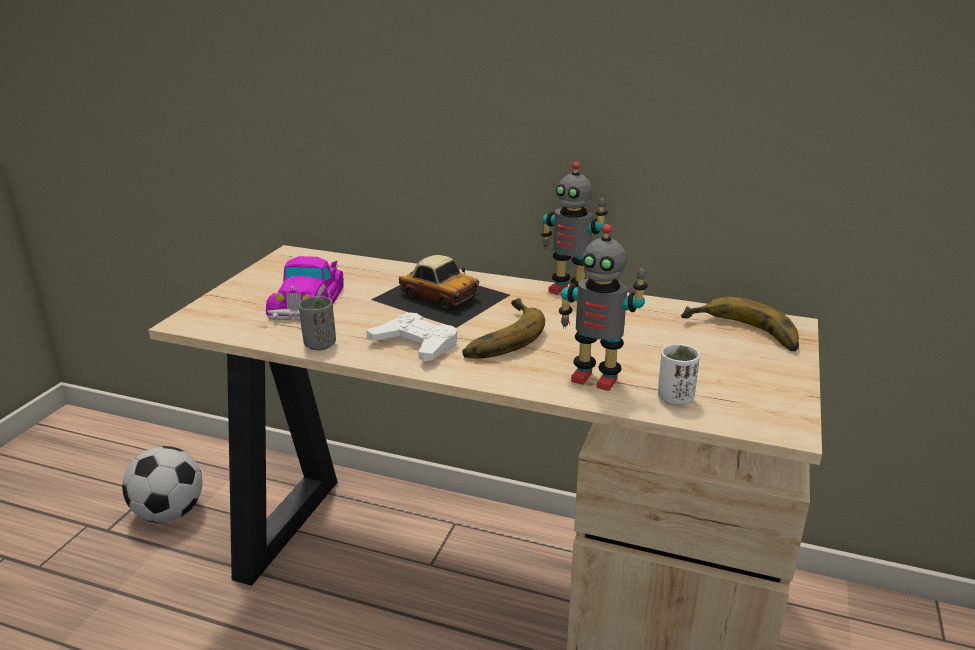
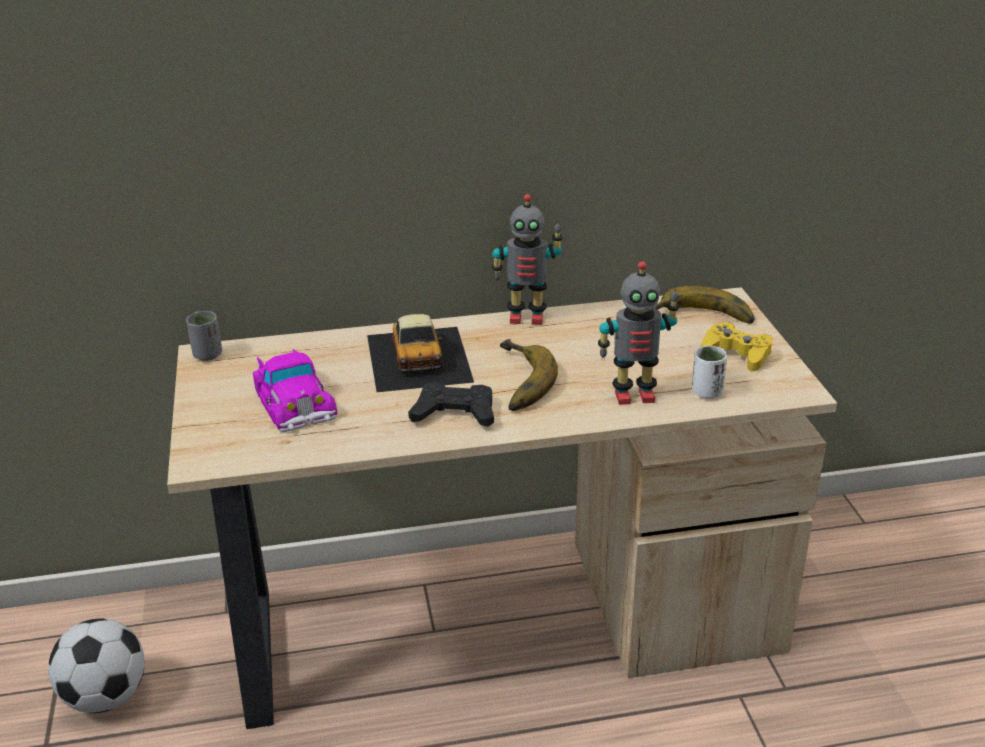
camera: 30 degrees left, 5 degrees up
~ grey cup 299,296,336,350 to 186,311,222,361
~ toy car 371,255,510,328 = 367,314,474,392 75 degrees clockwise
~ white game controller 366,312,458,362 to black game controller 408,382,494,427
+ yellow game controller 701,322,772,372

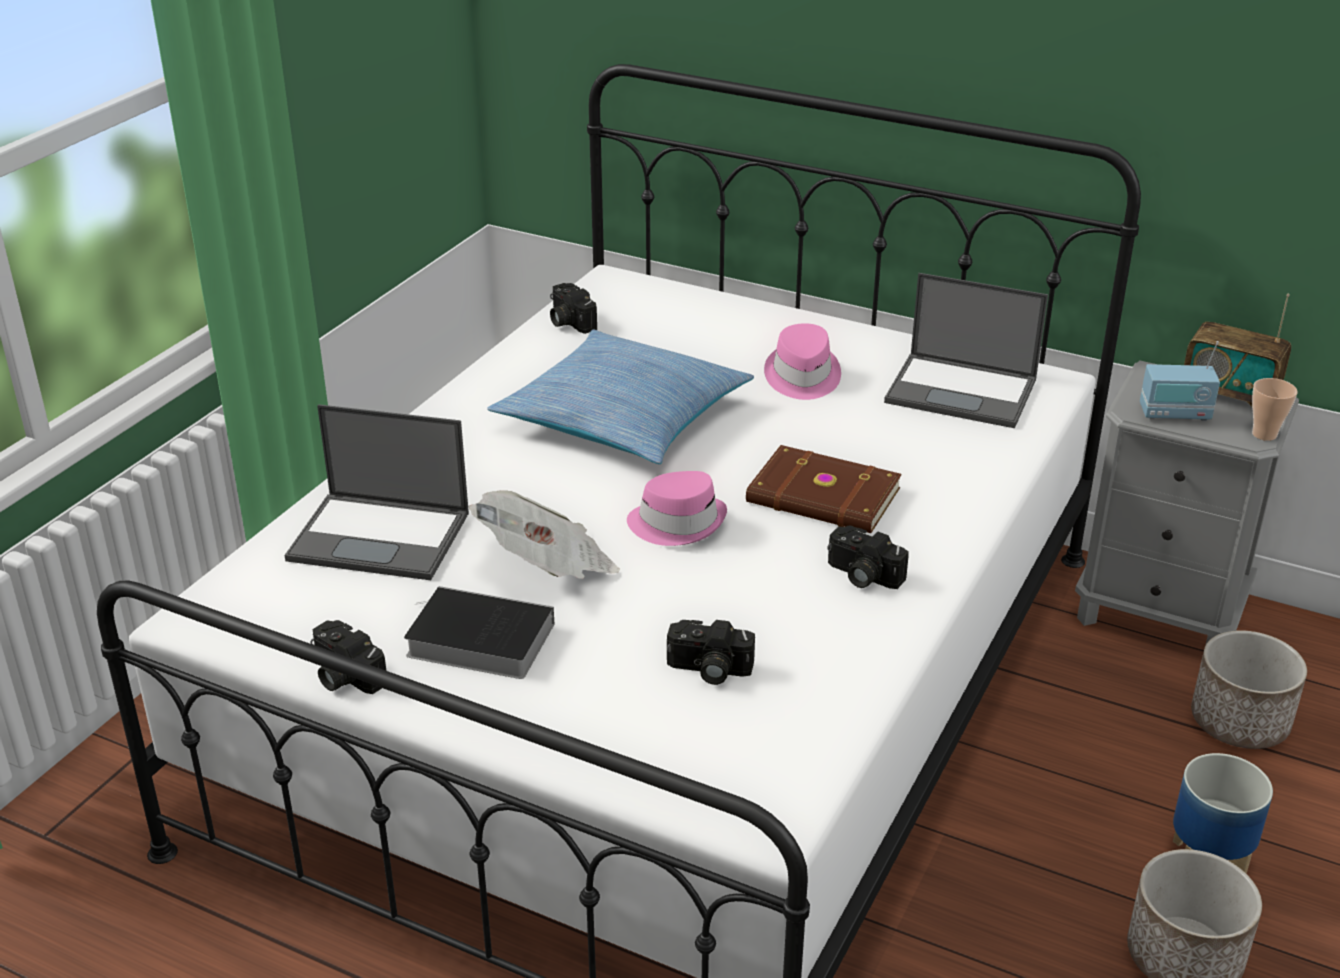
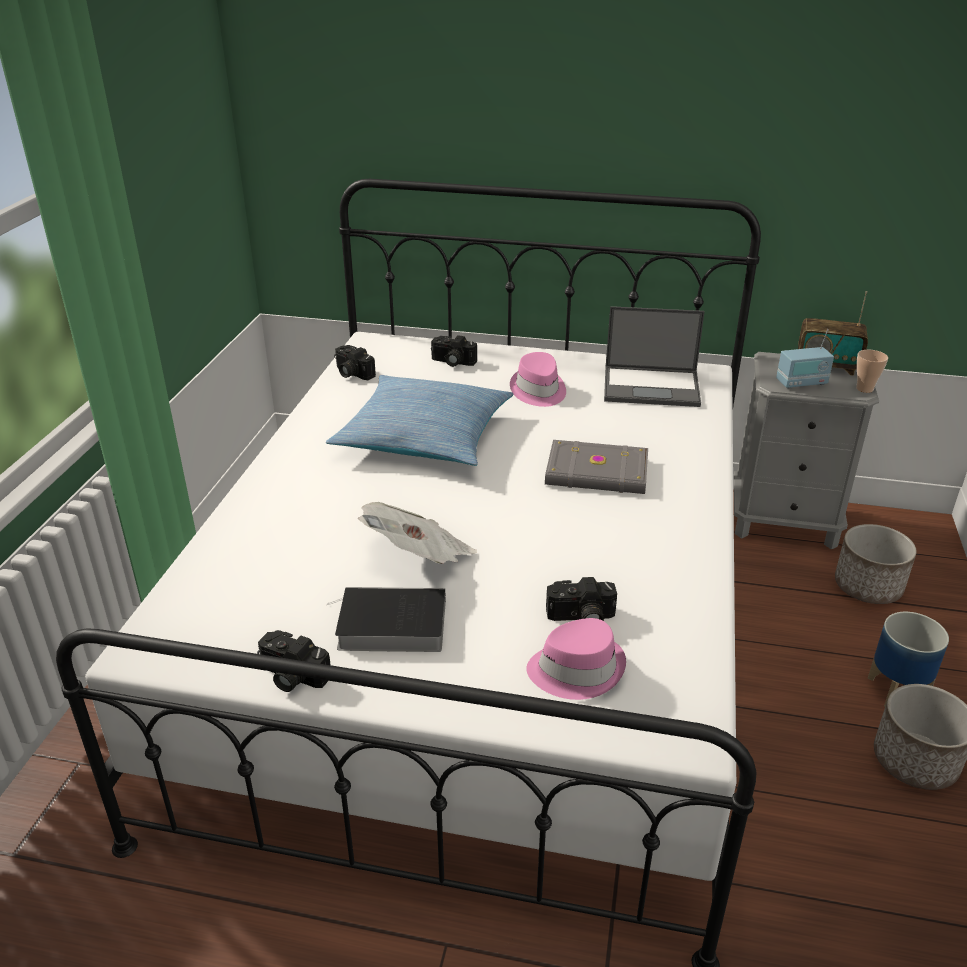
camera: 15 degrees left, 0 degrees up
~ photo camera 827,526,909,589 to 431,335,477,367
~ pink hat 627,471,727,546 to 526,618,626,700
~ brown book 746,445,901,533 to grey book 545,440,648,494
- laptop 285,404,469,580

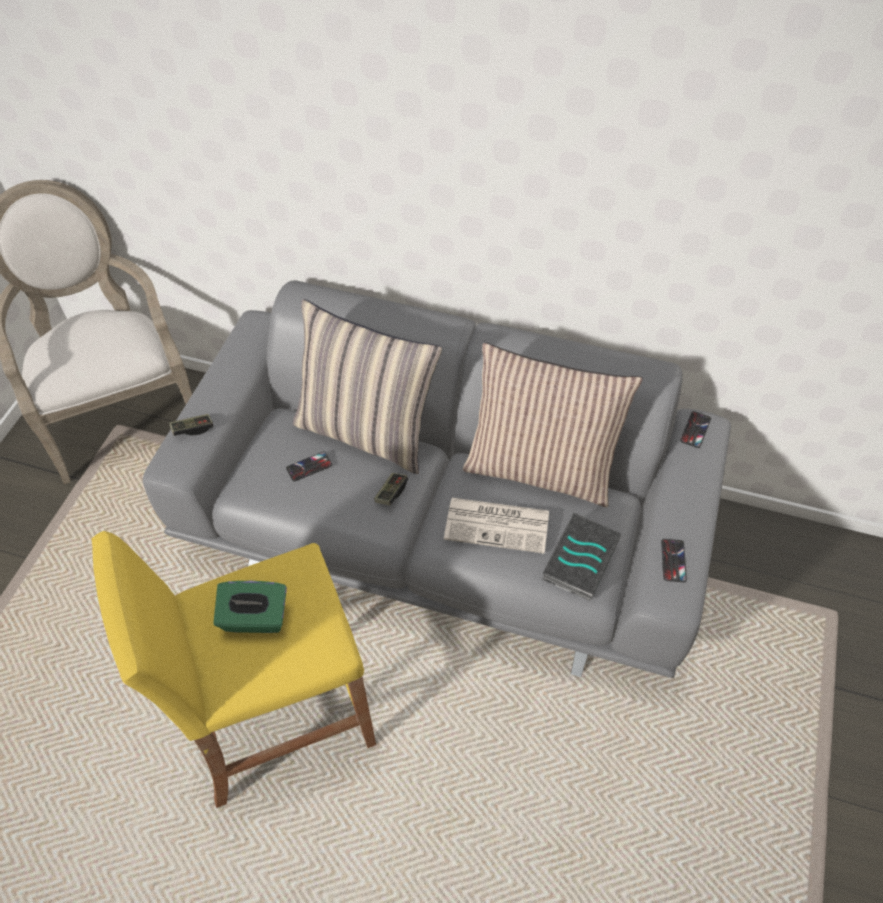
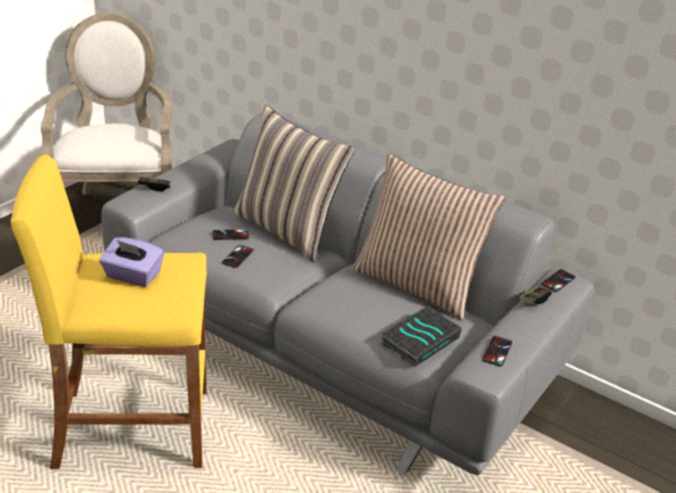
camera: 15 degrees right, 20 degrees down
~ green tissue box 213,581,287,633 to purple tissue box 99,237,164,287
+ phone 222,245,254,268
~ game controller 374,473,408,505 to 519,287,552,304
- newspaper 444,498,549,554

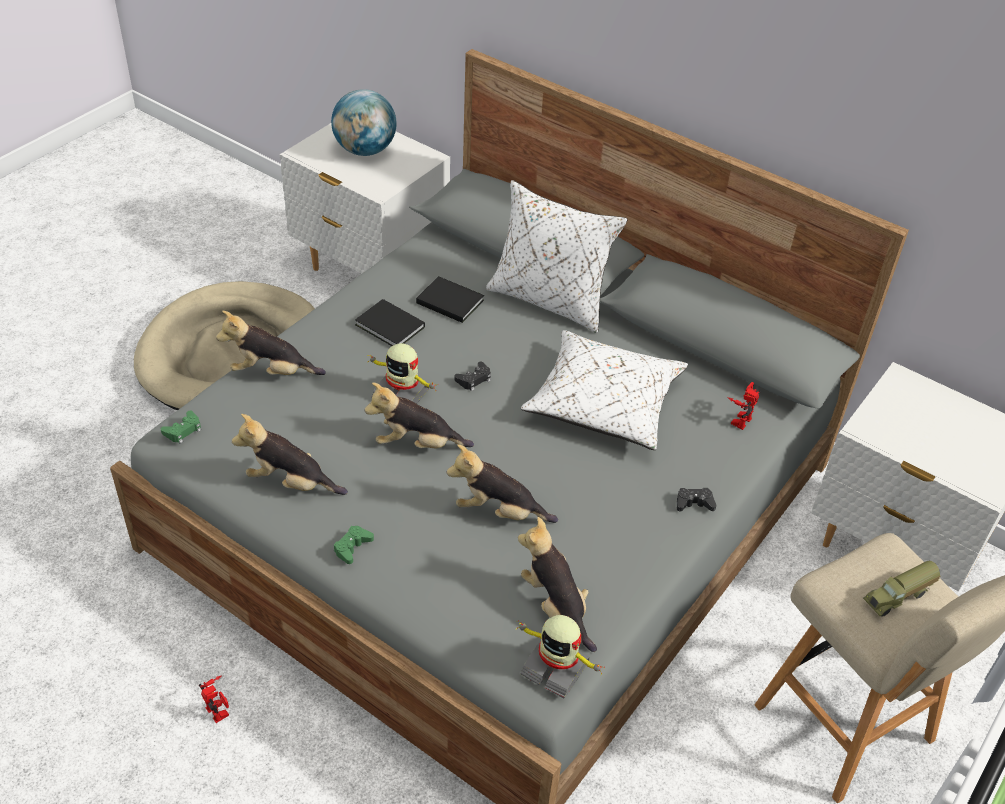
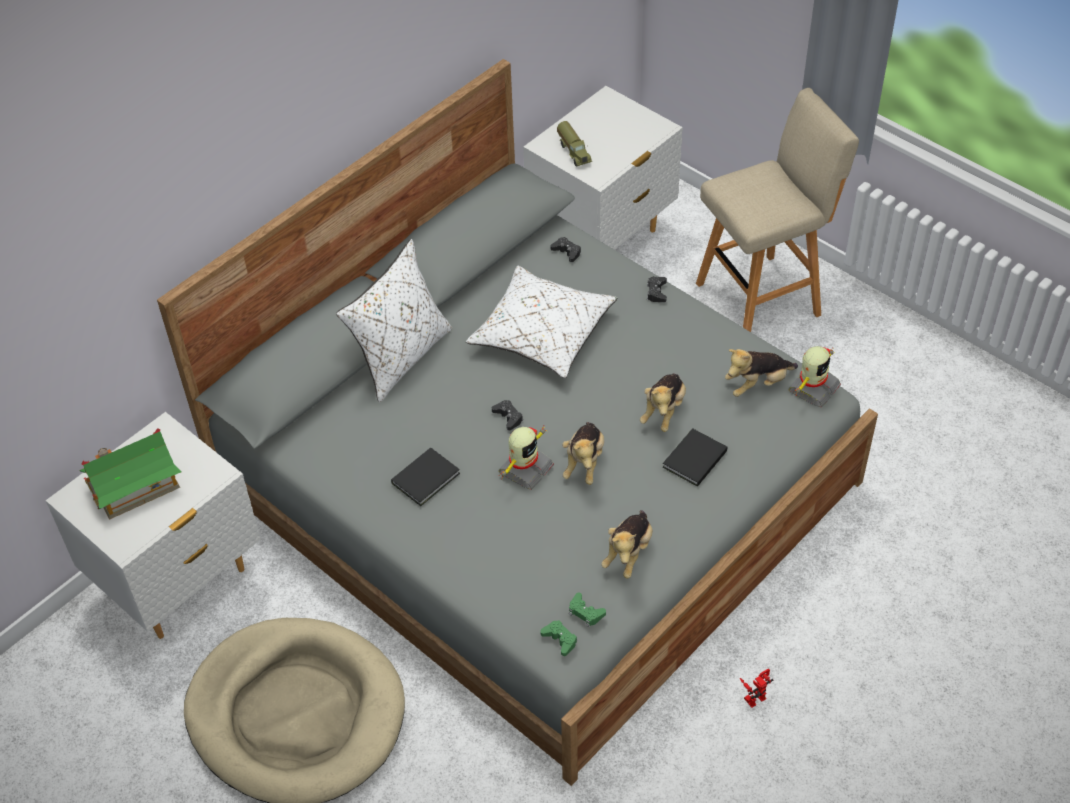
camera: 80 degrees left, 5 degrees up
~ globe 331,89,397,156 to toy house 79,428,181,520
~ toy robot 728,382,761,430 to black game controller 551,237,581,262
~ toy truck 863,561,941,617 to 557,121,592,167
~ green game controller 334,526,374,564 to 569,593,606,627
~ black book 416,276,484,323 to 663,428,727,487
- plush toy 216,311,326,375

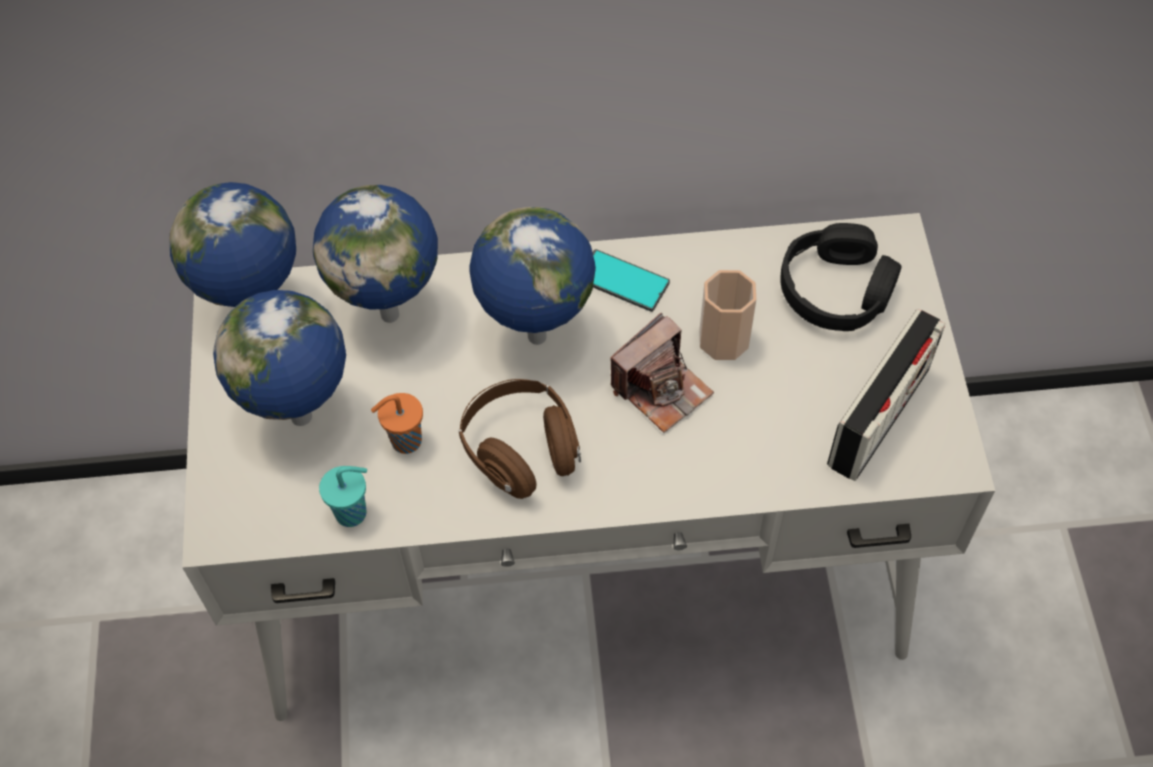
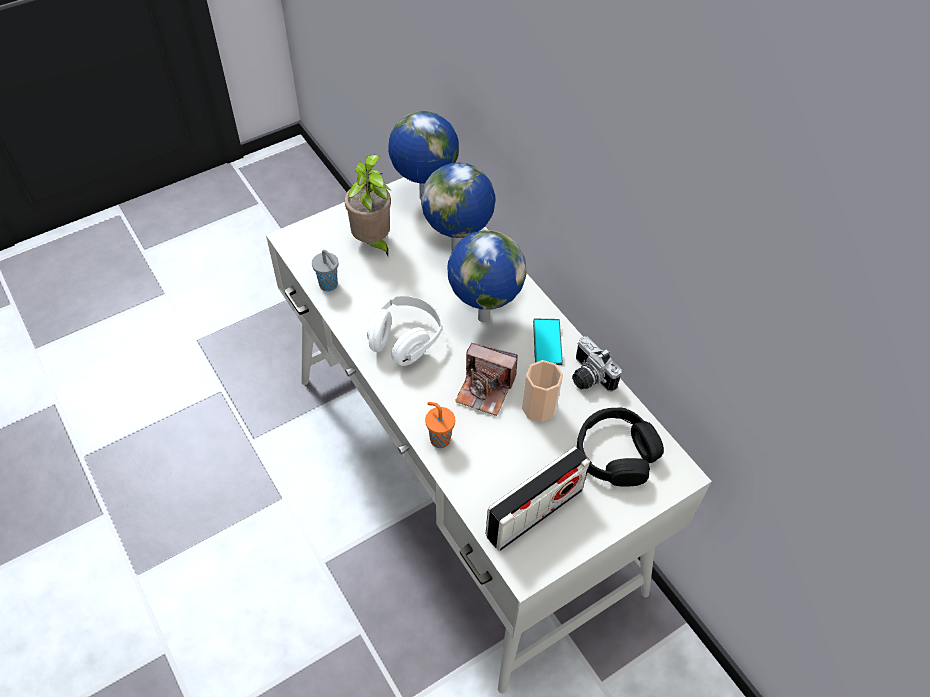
camera: 60 degrees right, 5 degrees down
~ turquoise cup 319,466,367,527 to grey cup 312,250,338,291
~ globe 213,290,346,426 to potted plant 344,155,391,256
~ brown headphones 459,379,581,499 to white headphones 367,296,442,366
~ orange cup 371,393,423,454 to 425,402,455,448
~ radio 827,309,945,481 = 486,447,590,551 45 degrees counterclockwise
+ photo camera 572,336,622,391

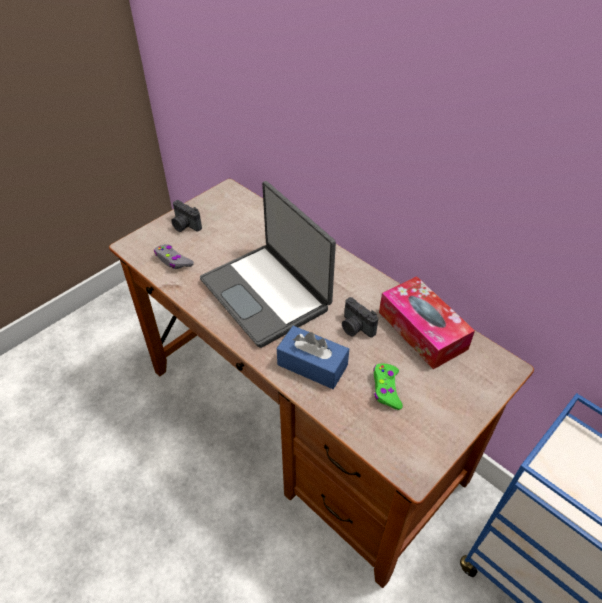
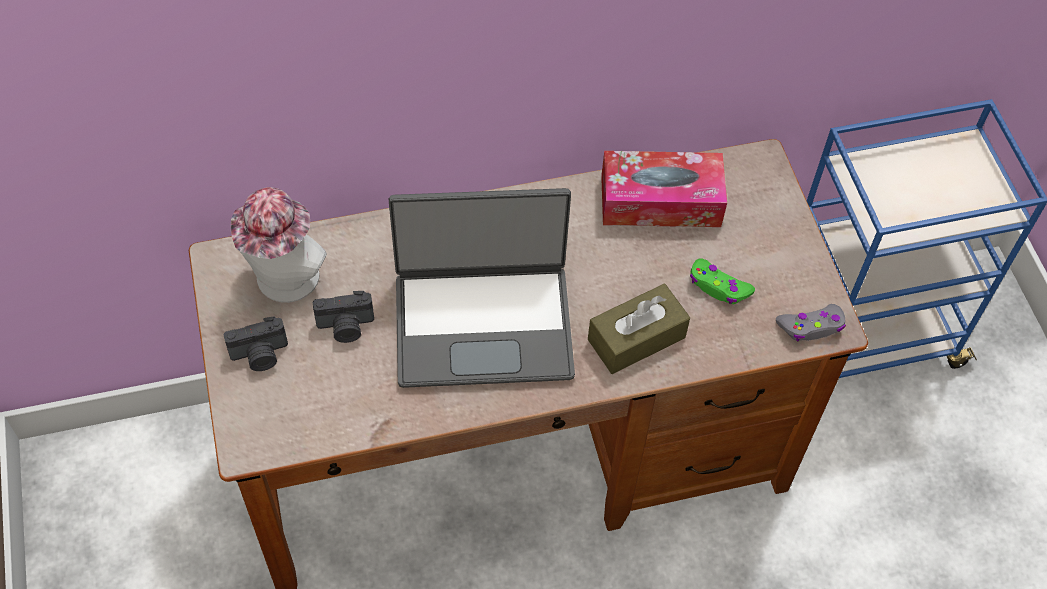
camera: 60 degrees left, 10 degrees up
+ hat 231,187,327,303
~ photo camera 342,297,378,338 to 313,291,374,343
~ blue tissue box 277,326,349,389 to brown tissue box 588,284,690,374
~ grey game controller 154,244,194,269 to 776,304,846,341

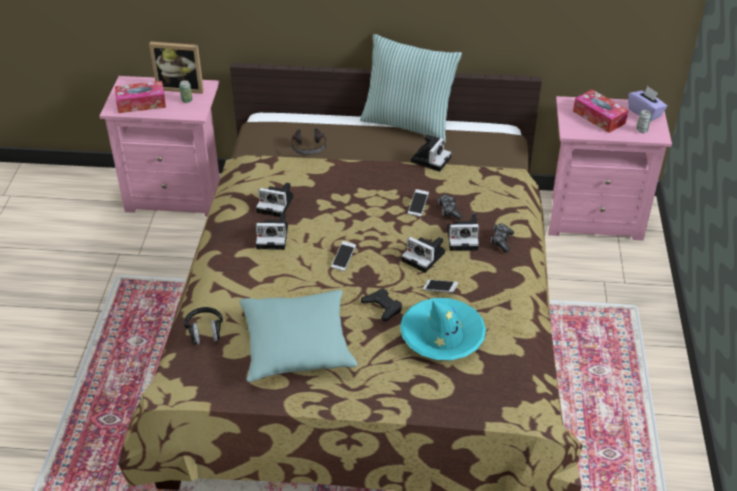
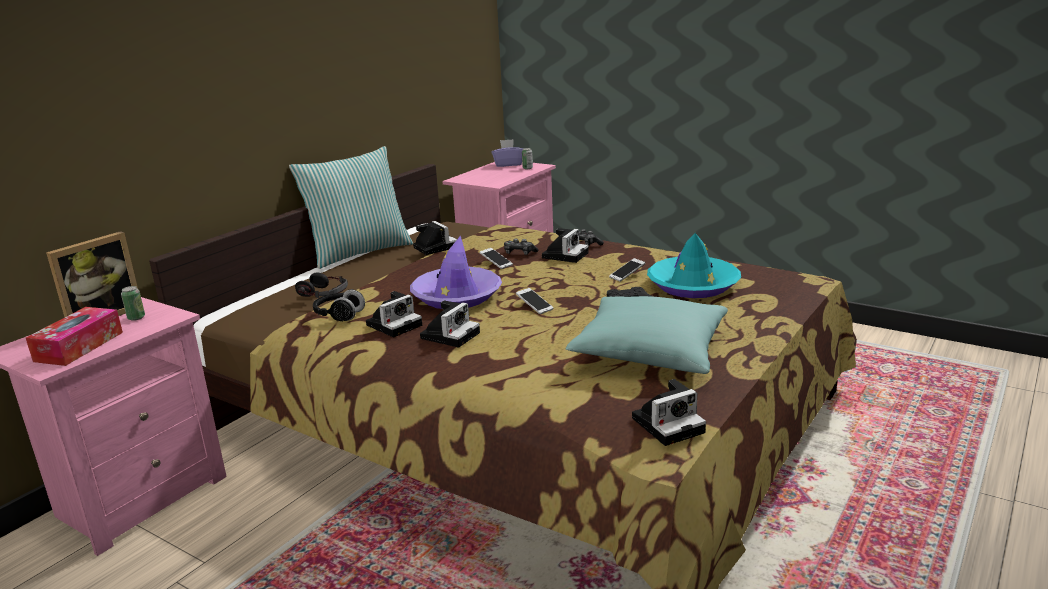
camera: 60 degrees left, 20 degrees down
~ black headphones 184,307,223,345 to 313,289,365,321
+ purple hat 410,235,502,309
~ photo camera 402,237,445,273 to 632,379,706,446
- tissue box 573,89,628,133

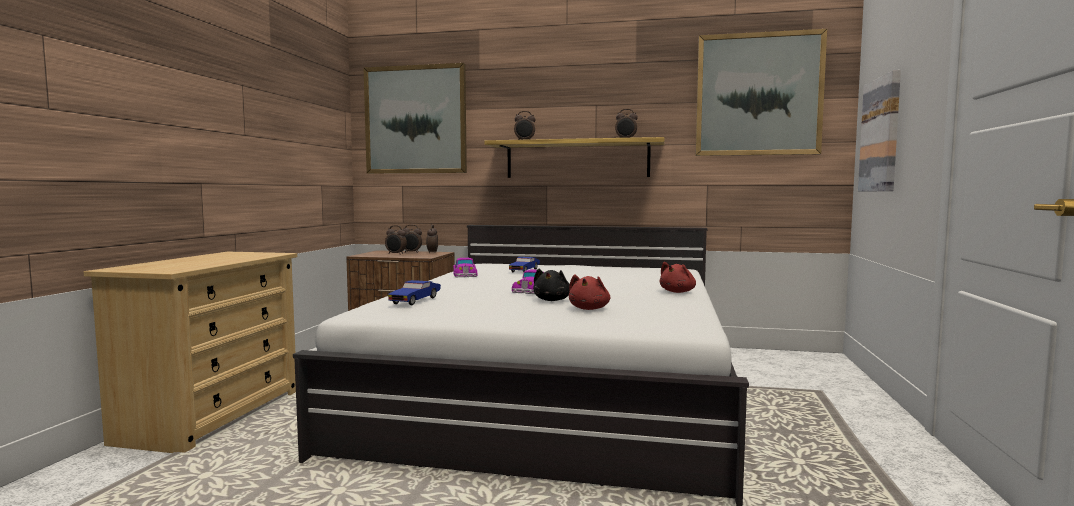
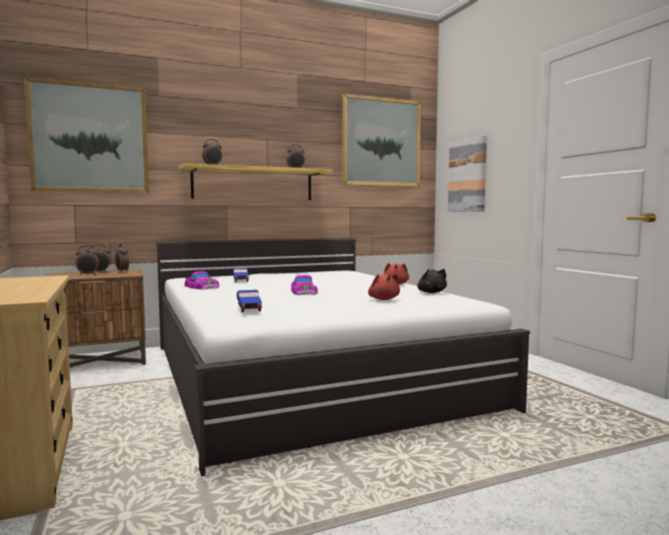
camera: 35 degrees left, 0 degrees up
~ black plush toy 533,269,570,301 to 417,269,447,293

